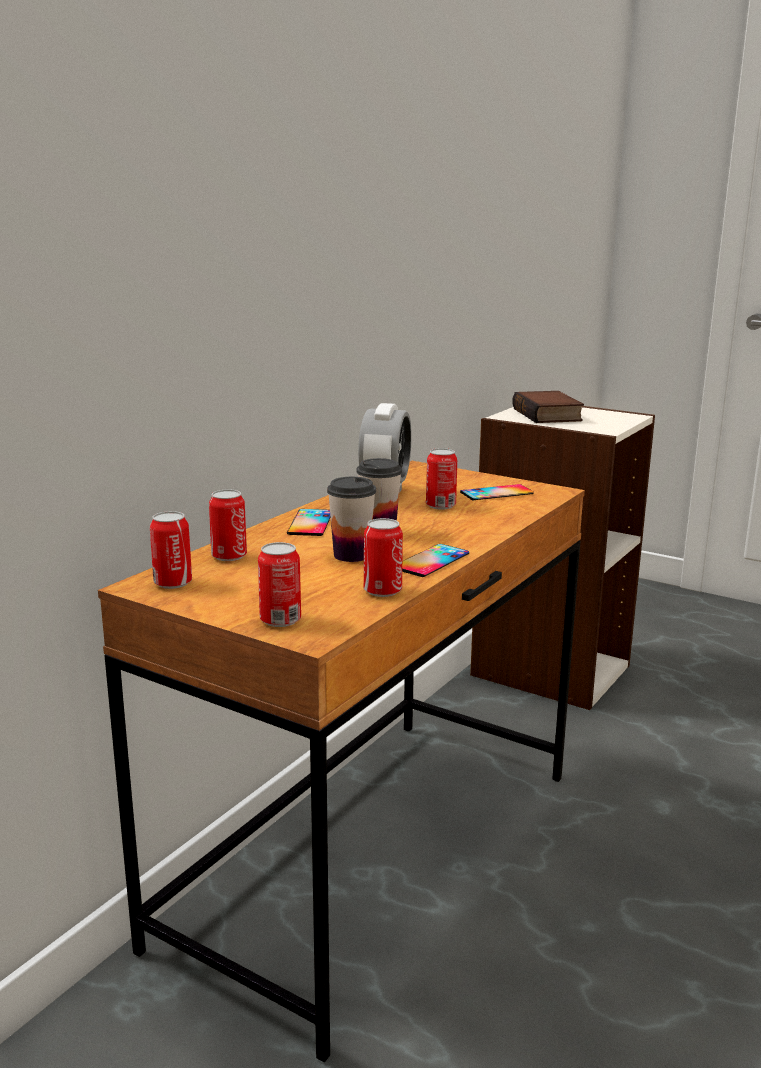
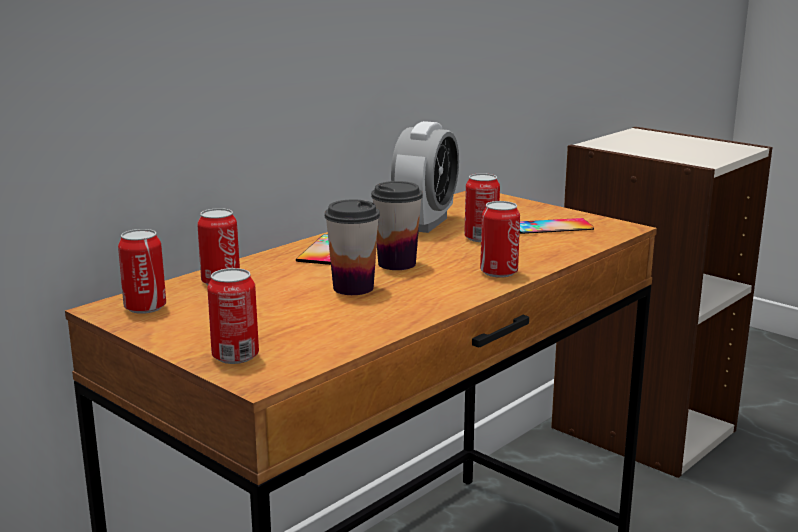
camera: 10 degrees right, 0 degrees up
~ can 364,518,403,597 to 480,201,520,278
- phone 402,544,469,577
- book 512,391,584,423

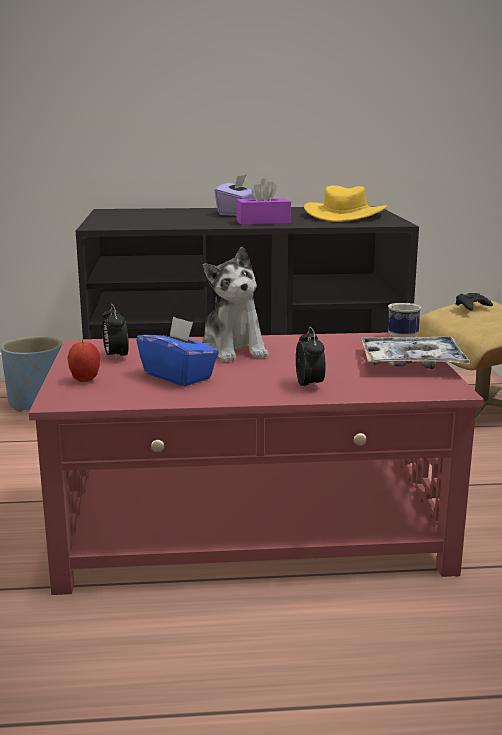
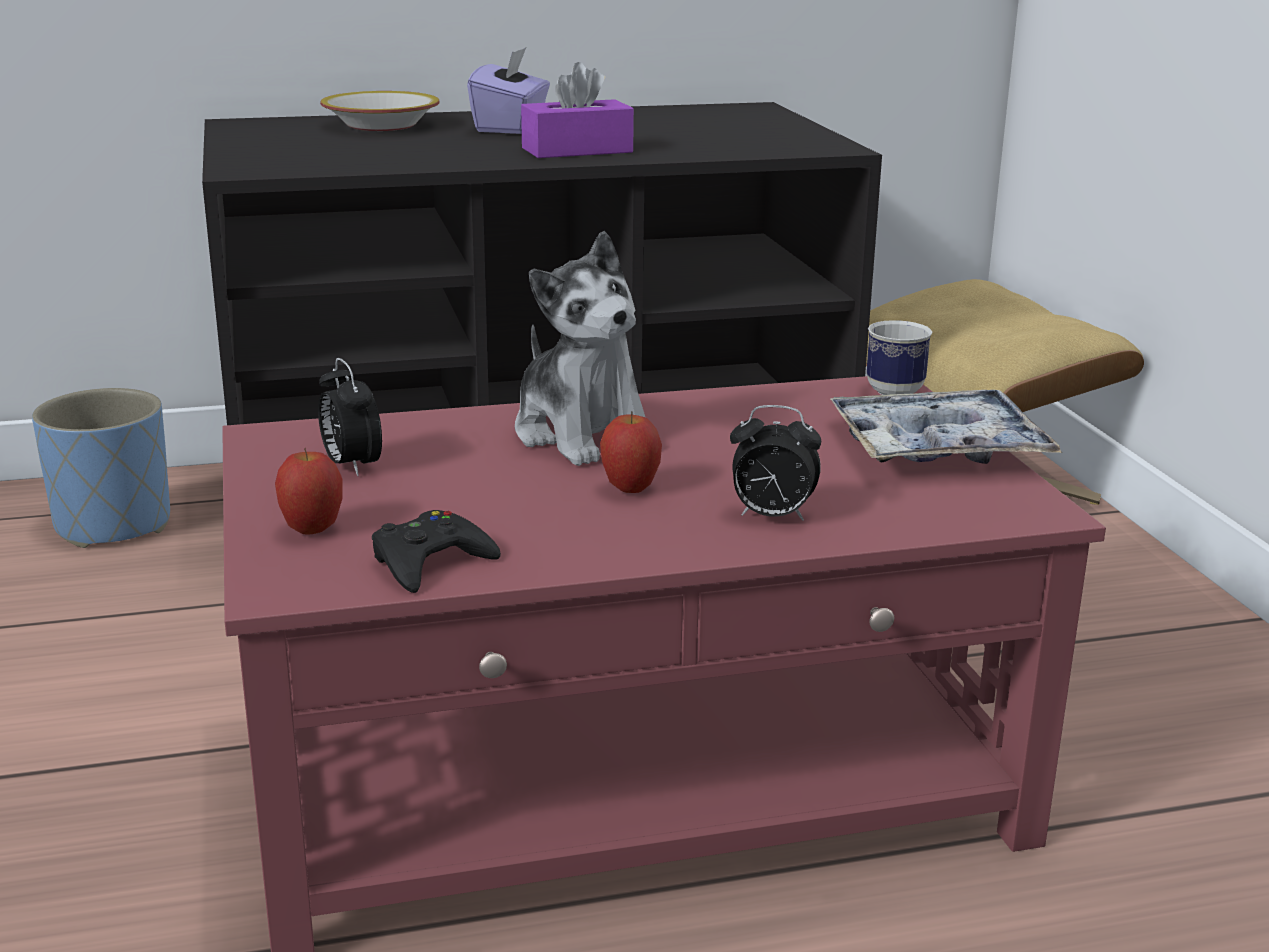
camera: 10 degrees left, 5 degrees up
+ bowl 320,91,440,131
~ black game controller 456,293,493,311 to 372,510,501,593
+ apple 600,411,662,493
~ alarm clock 296,327,326,391 = 730,405,821,521 120 degrees clockwise
- blue tissue box 136,316,219,386
- yellow hat 304,185,388,222

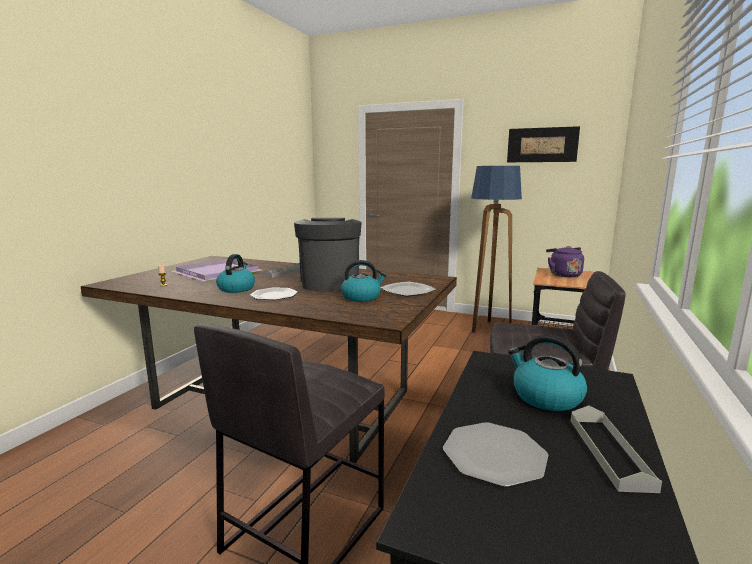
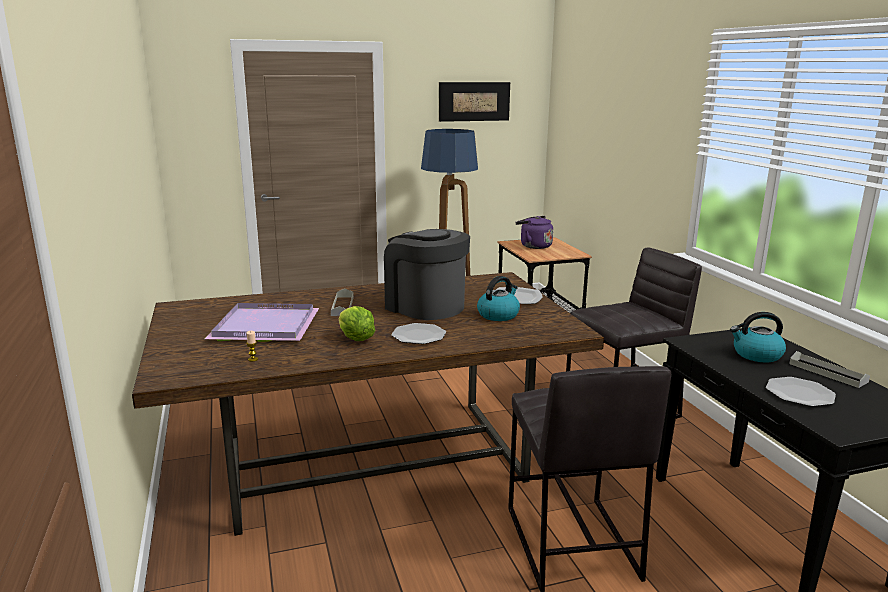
camera: 40 degrees left, 5 degrees up
~ kettle 216,254,255,293 to lettuce 339,306,375,341

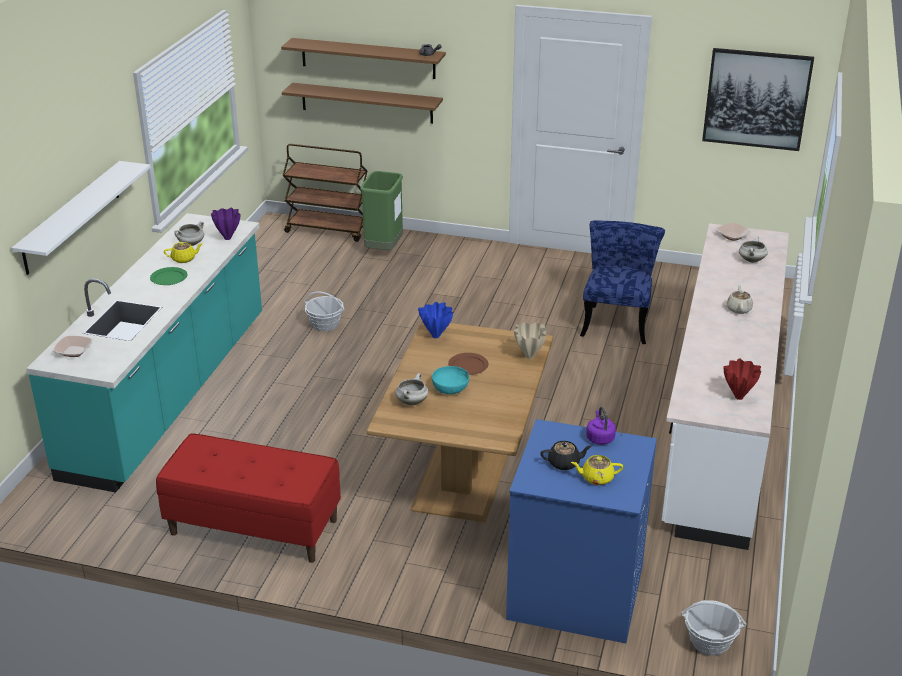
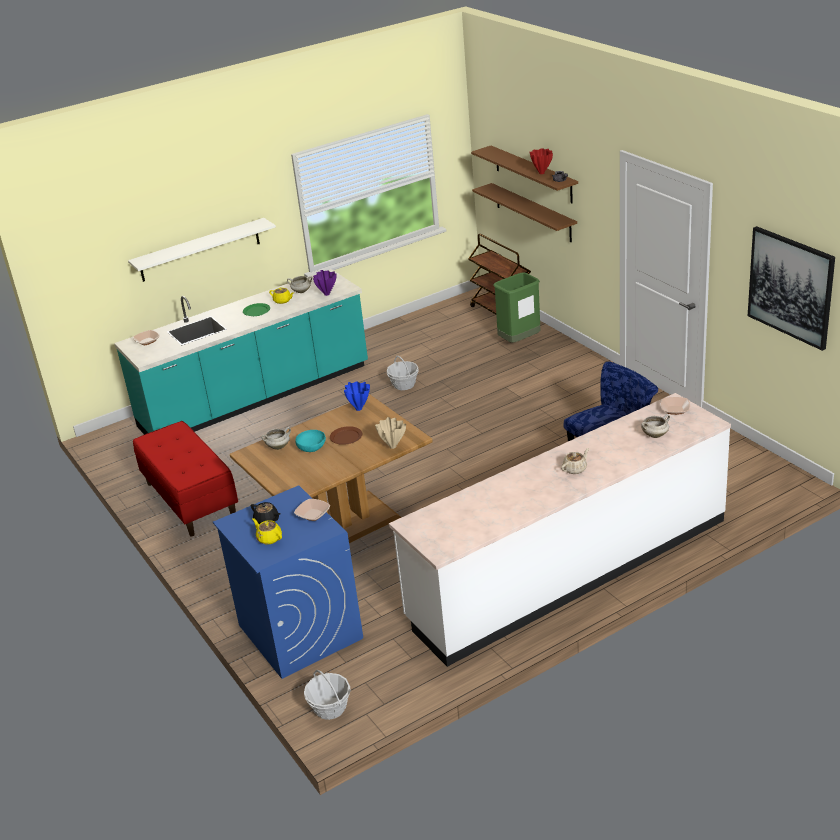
camera: 45 degrees right, 0 degrees up
~ purple kettle 586,407,616,445 to bowl 294,499,330,521
~ red vase 724,358,761,400 to 530,148,553,174

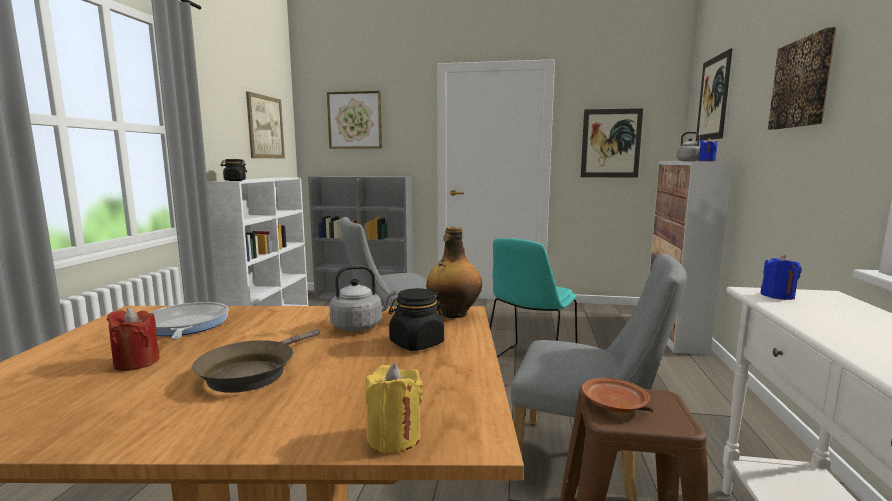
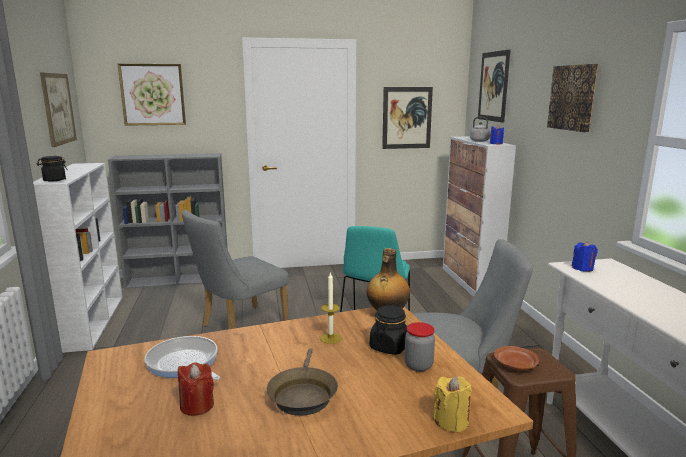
camera: 20 degrees left, 5 degrees up
~ grey kettle 329,265,396,331 to candle 320,272,342,344
+ jar 404,322,435,372

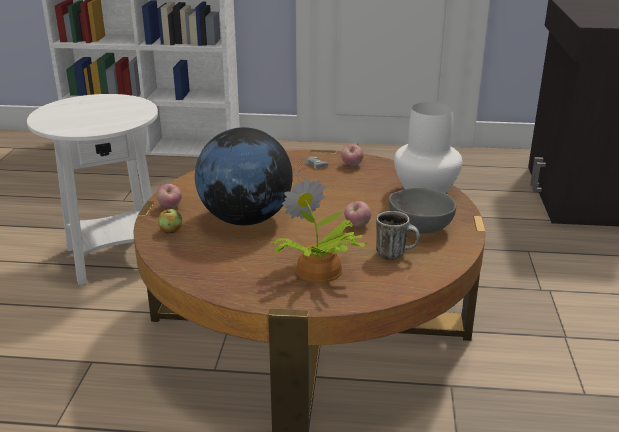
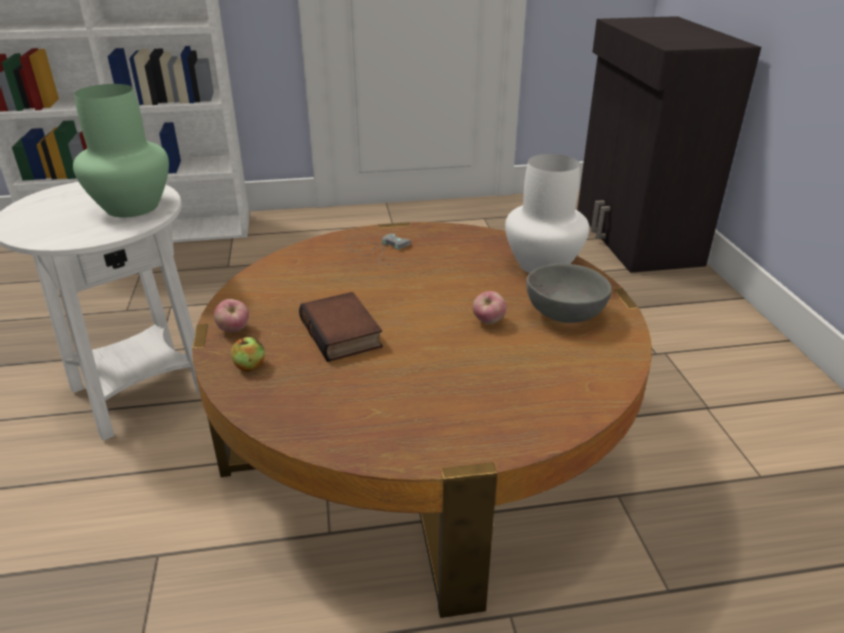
camera: 15 degrees left, 5 degrees up
+ green vase 73,84,169,217
~ globe 195,127,293,225 to book 299,292,383,362
- potted plant 271,178,367,283
- apple 341,144,364,166
- mug 376,211,420,260

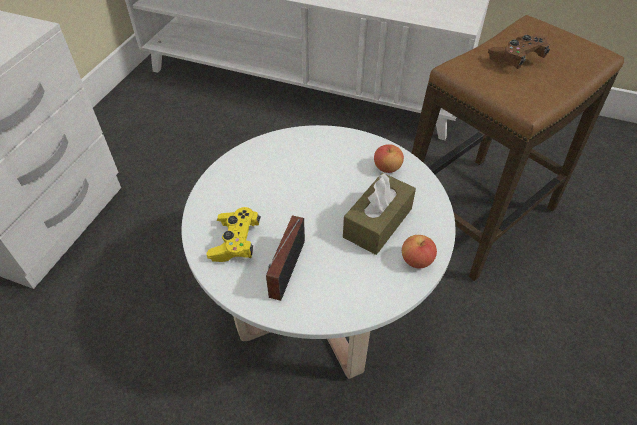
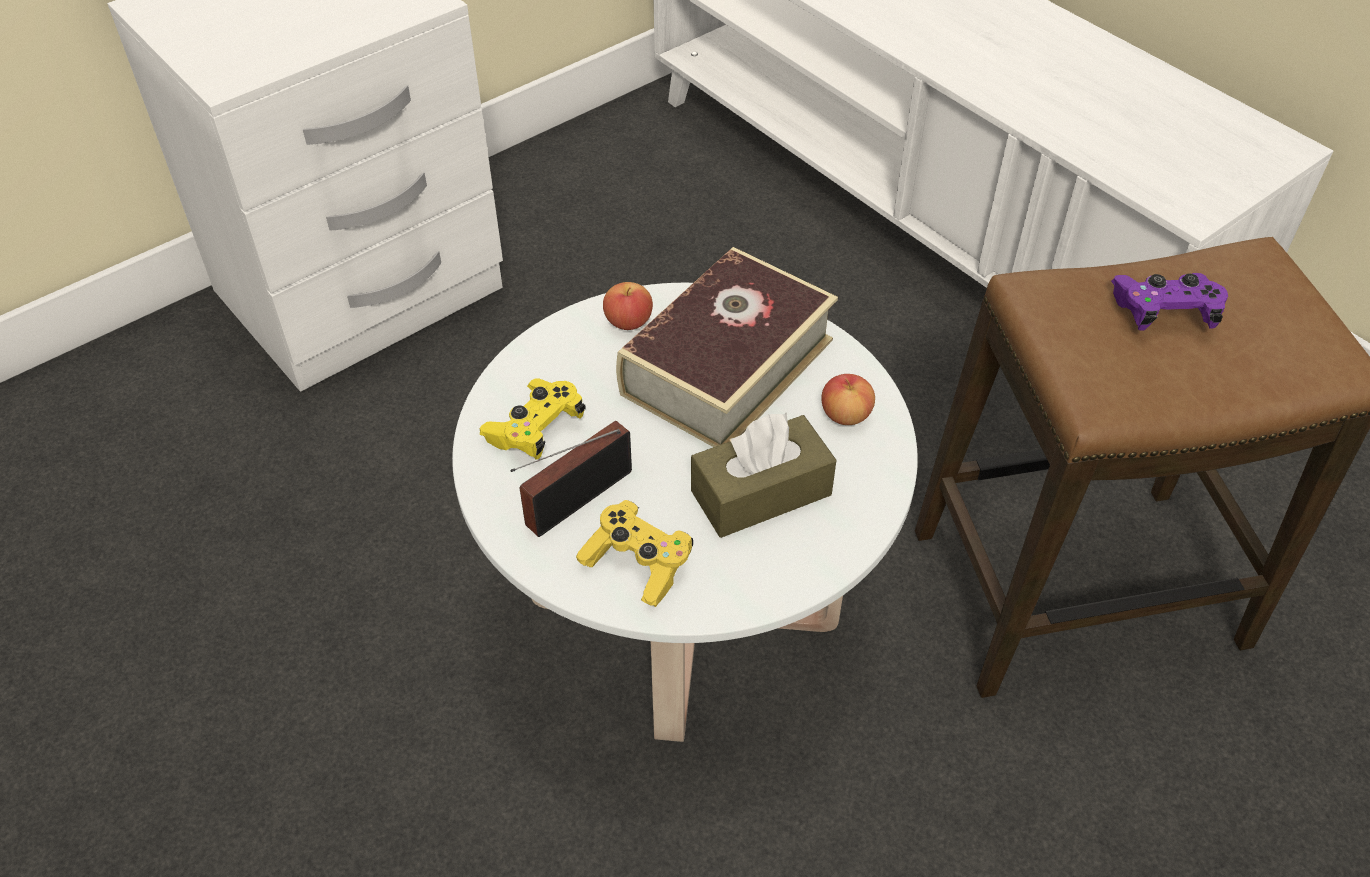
camera: 30 degrees right, 0 degrees up
+ yellow game controller 576,500,693,607
~ apple 402,235,437,268 to 603,282,653,330
+ book 616,247,838,447
~ brown game controller 488,35,550,69 to purple game controller 1111,273,1228,331

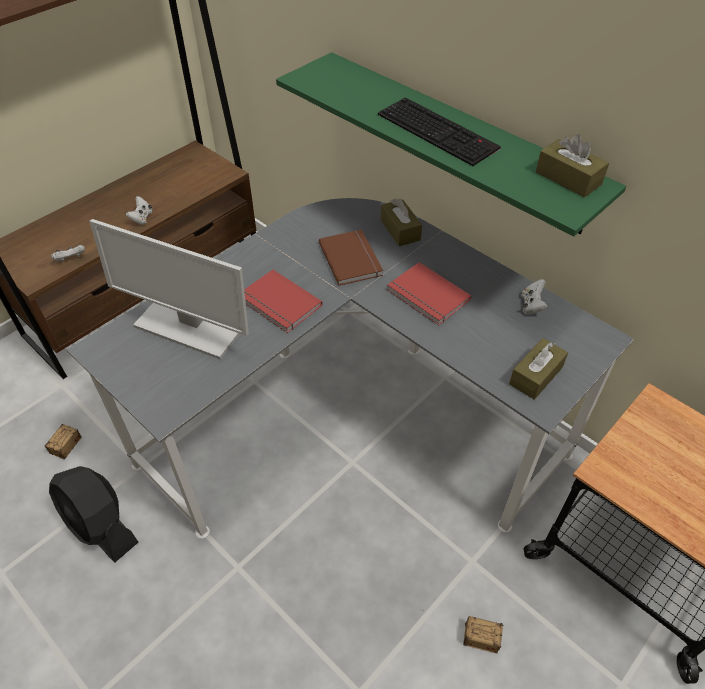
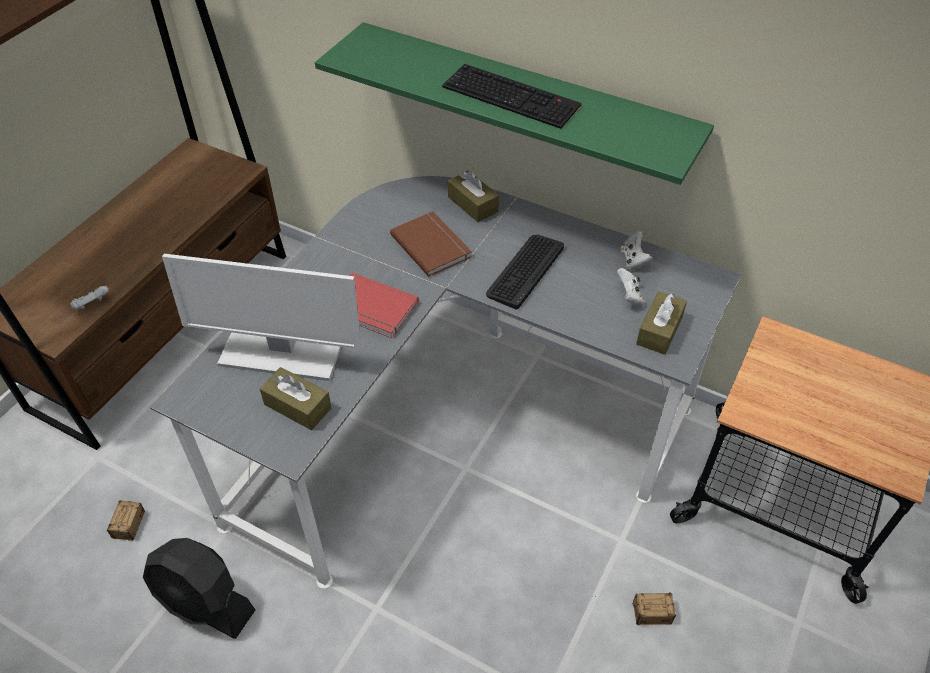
camera: 15 degrees left, 0 degrees up
~ brown tissue box 536,134,609,197 to 260,367,332,430
~ red book 387,262,471,325 to keyboard 486,235,564,310
~ white game controller 126,196,153,225 to 617,268,645,307

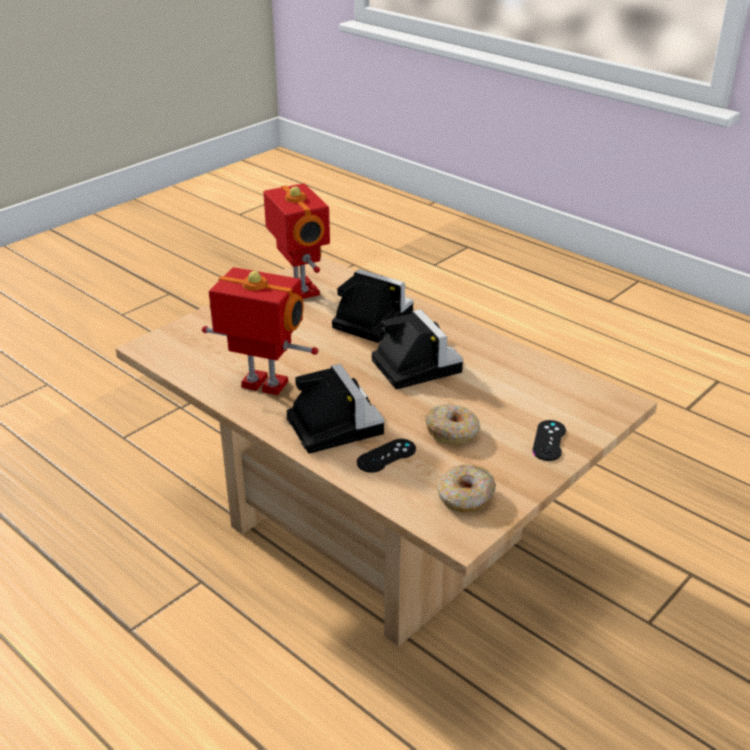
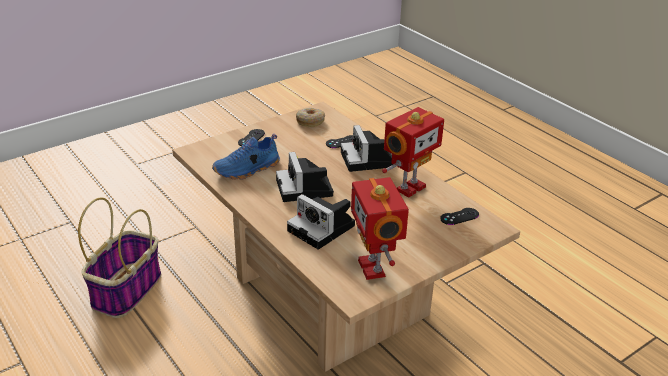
camera: 170 degrees left, 0 degrees up
+ basket 78,197,161,318
+ blue shoe 212,134,280,180
~ toy robot 202,267,318,395 = 382,107,444,198 75 degrees counterclockwise
+ black game controller 440,208,479,225
- donut 425,404,480,445

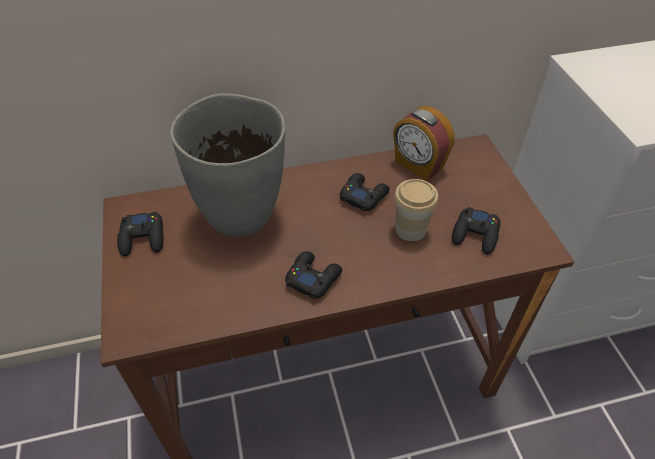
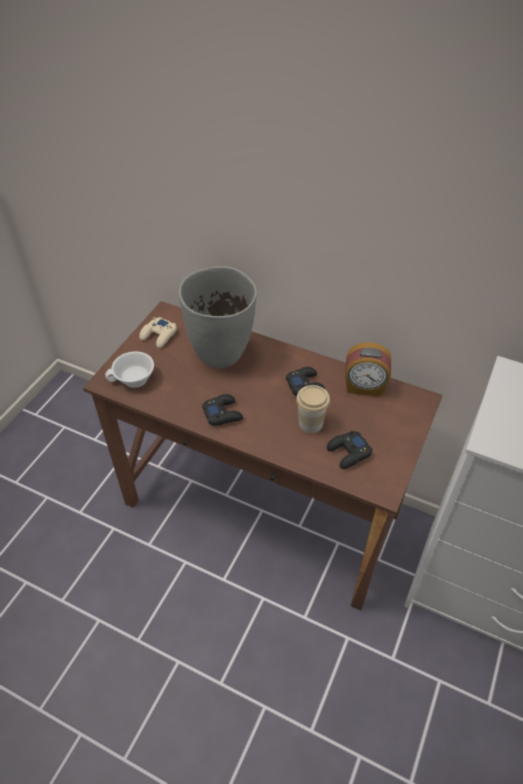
camera: 40 degrees right, 0 degrees up
+ white cup 105,351,154,388
~ black game controller 117,212,163,256 to beige game controller 139,317,177,348
~ alarm clock 393,106,455,181 = 345,342,391,397 75 degrees counterclockwise

